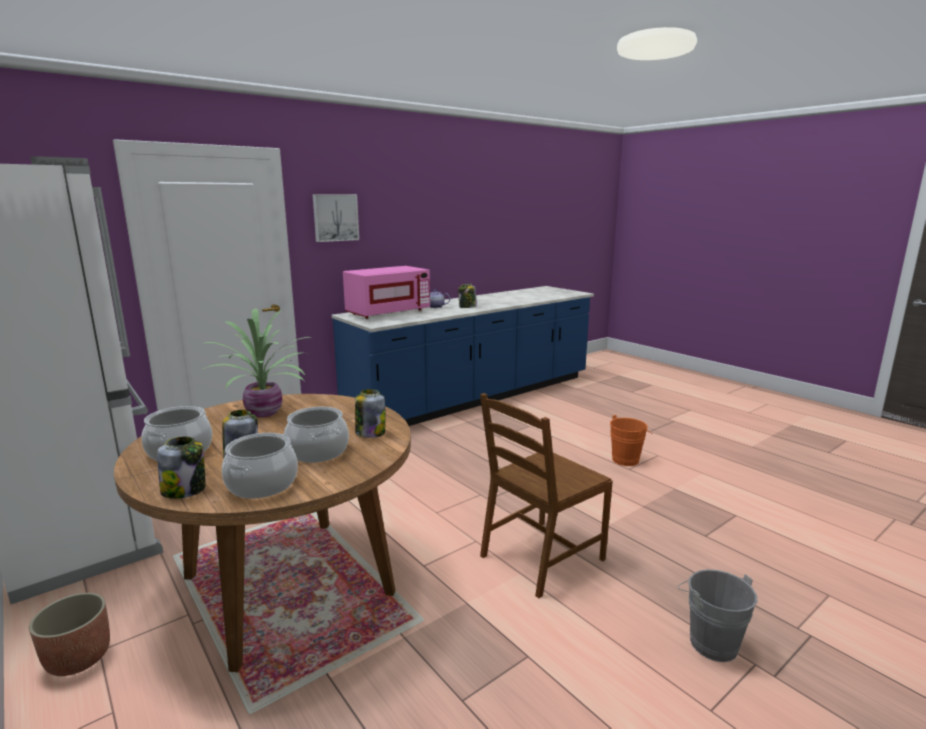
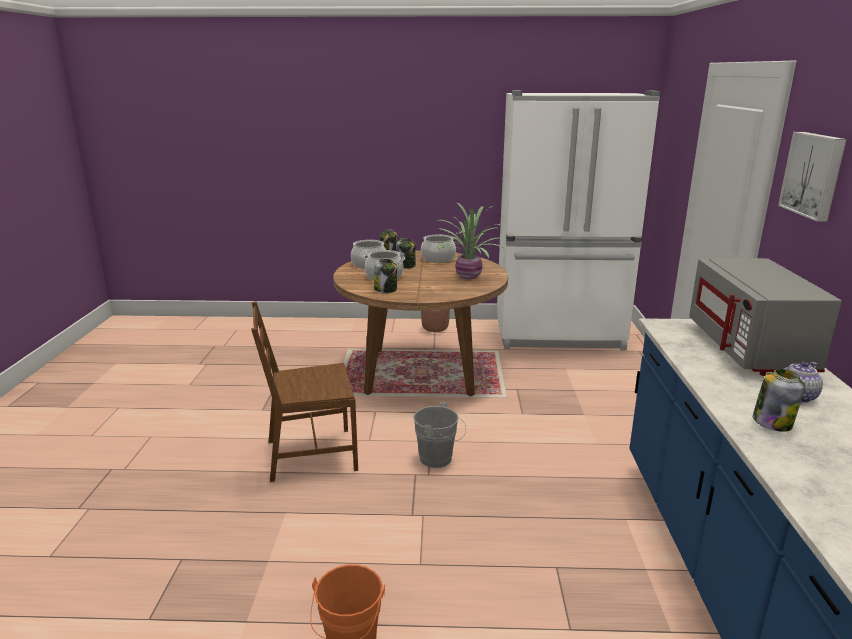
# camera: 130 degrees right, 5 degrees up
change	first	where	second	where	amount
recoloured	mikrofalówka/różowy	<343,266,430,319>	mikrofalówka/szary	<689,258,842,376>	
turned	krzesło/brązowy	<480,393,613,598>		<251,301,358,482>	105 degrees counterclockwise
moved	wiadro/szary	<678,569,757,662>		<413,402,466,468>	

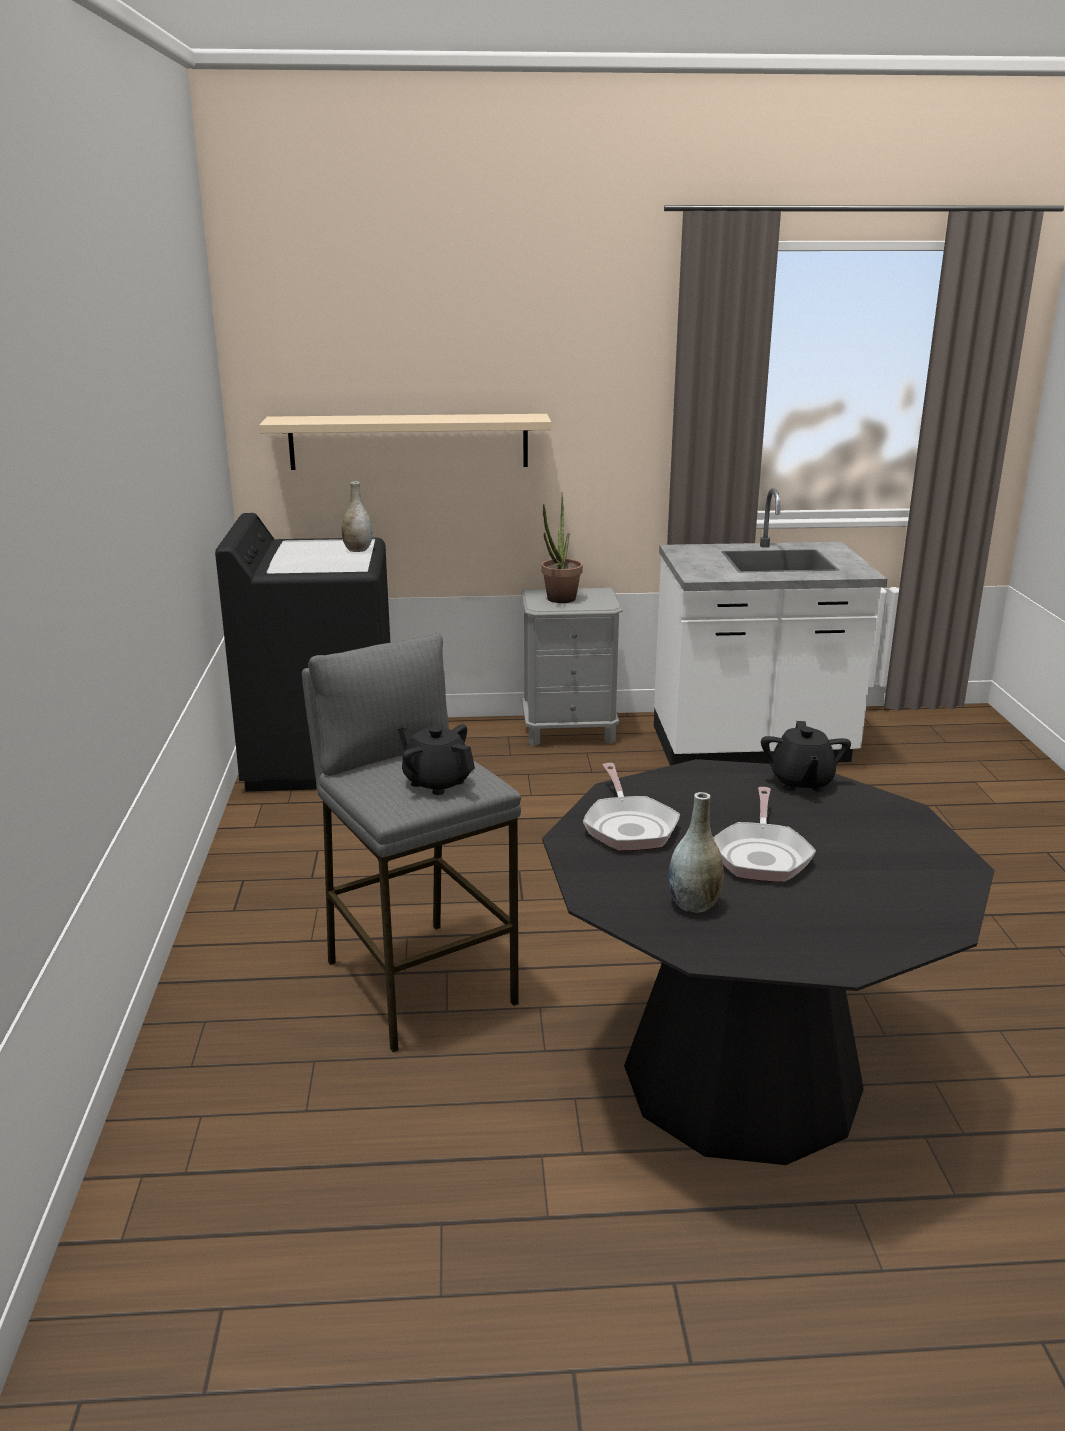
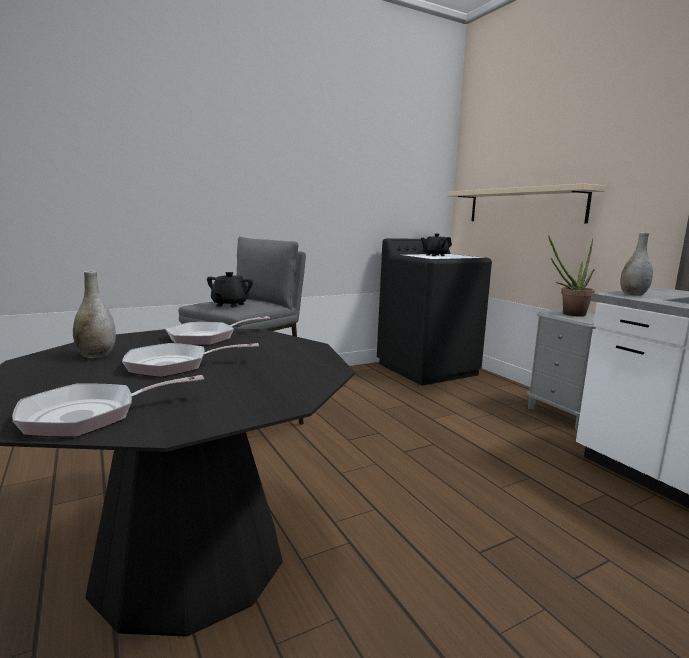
# camera: 65 degrees right, 10 degrees down
change	first	where	second	where	amount
moved	wazon/szary	<342,481,372,552>		<620,233,653,296>	
moved	imbryk/czarny	<761,721,851,792>		<421,233,452,256>	
added			patelnia	<12,375,204,437>	

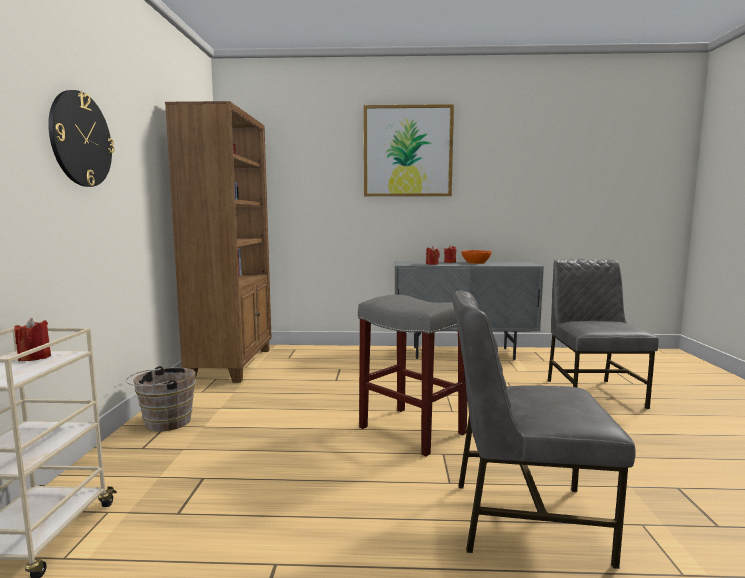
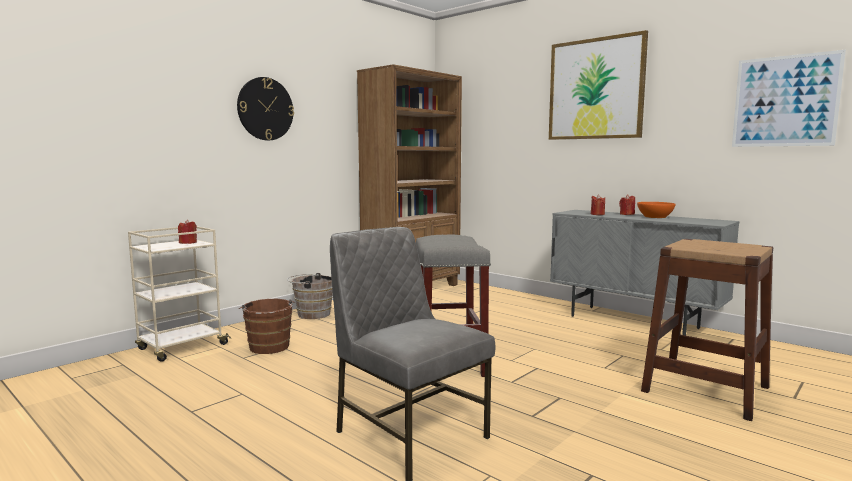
# camera: 40 degrees right, 0 degrees up
change	first	where	second	where	amount
replaced	krzesło/szary	<547,259,659,409>	stołek/brązowy	<641,239,773,421>	
added			obraz	<732,50,846,147>	
added			wiadro/brązowy	<239,299,295,354>	

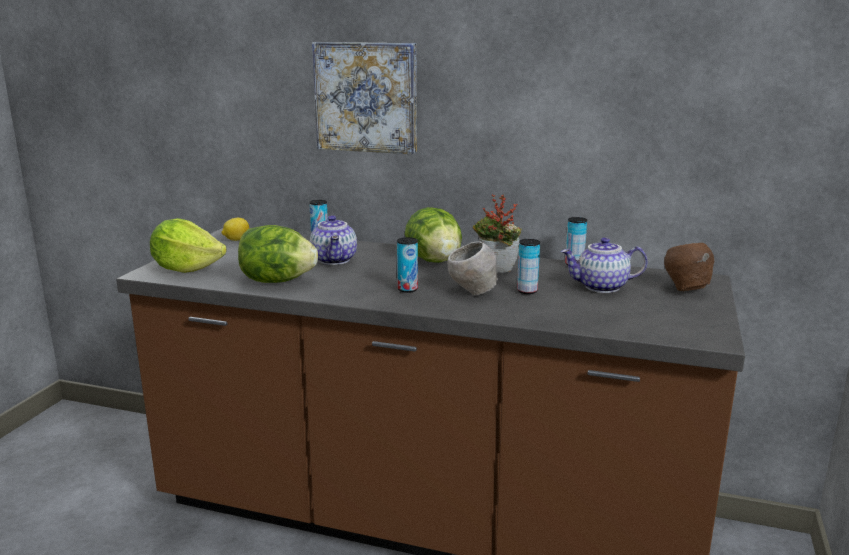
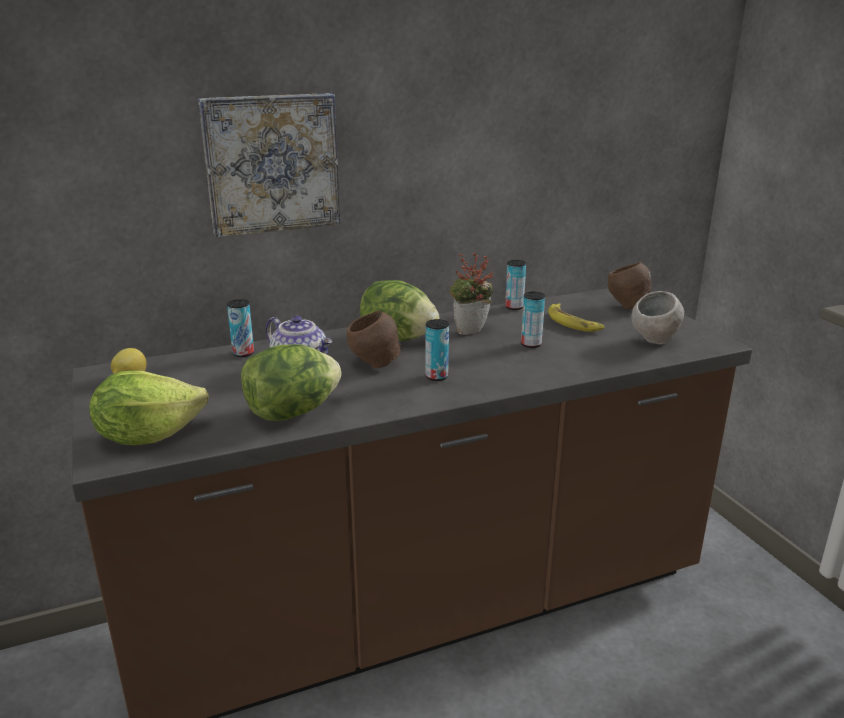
# camera: 40 degrees left, 5 degrees up
change	first	where	second	where	amount
replaced	imbryk	<561,237,647,293>	banan	<548,303,605,332>	
moved	miska/szary	<447,241,499,295>		<631,291,684,344>	
added			miska/brązowy	<347,311,401,369>	

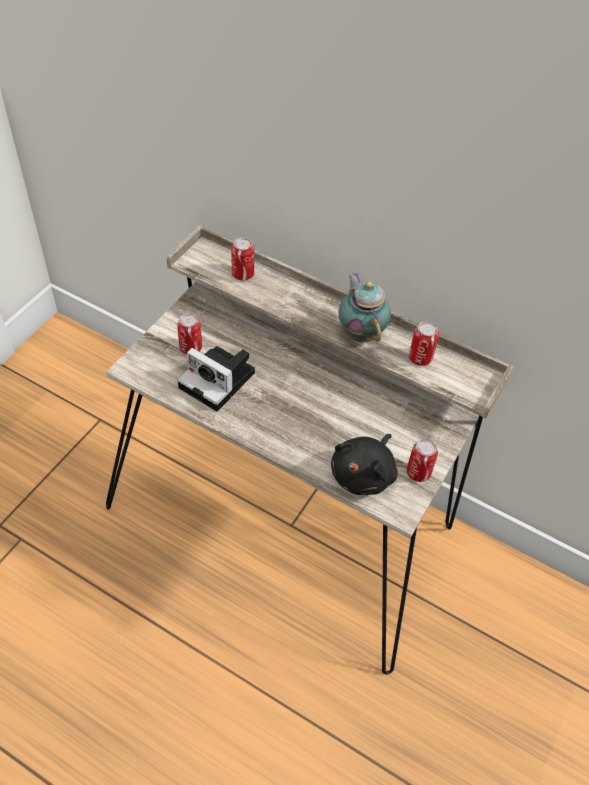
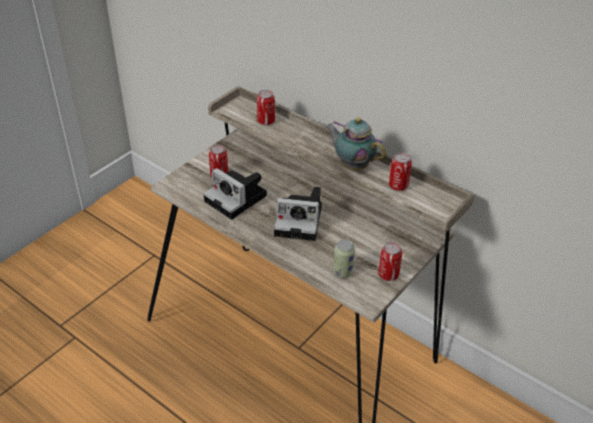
# camera: 10 degrees right, 10 degrees down
change	first	where	second	where	amount
turned	imbryk	<339,273,391,342>		<326,118,386,170>	45 degrees counterclockwise
replaced	pluszak/czarny	<331,434,398,495>	puszka	<333,239,355,278>	
added			aparat fotograficzny	<274,187,322,241>	

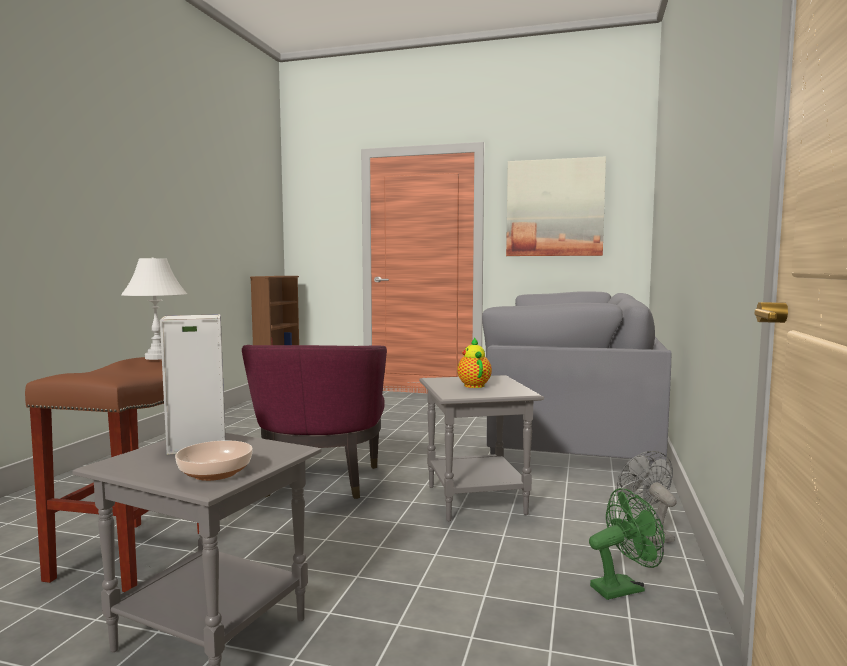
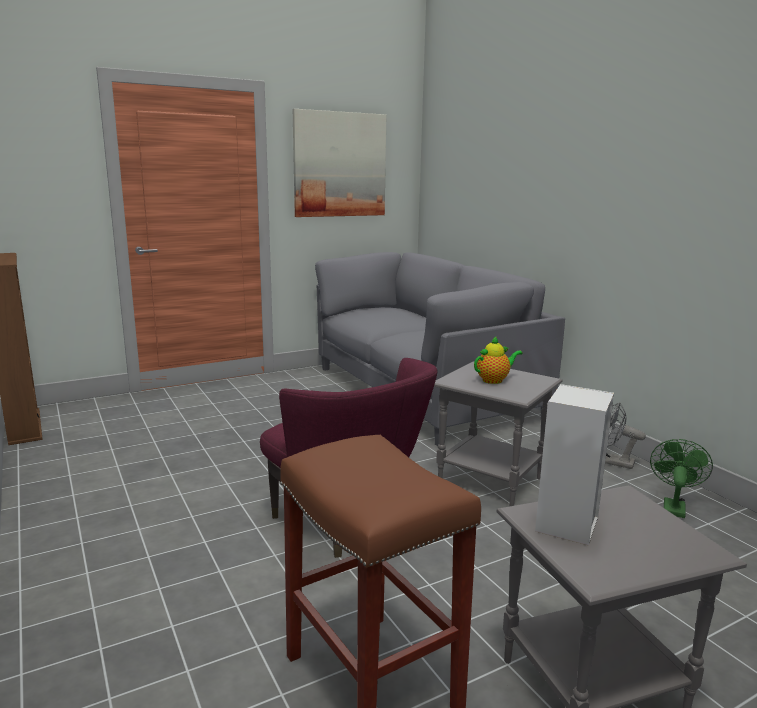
# camera: 45 degrees left, 10 degrees up
change	first	where	second	where	amount
removed	lampa stołowa/biały	<121,258,187,360>			
turned	imbryk	<457,337,492,388>		<474,336,523,384>	120 degrees clockwise
removed	miska	<175,440,253,481>			

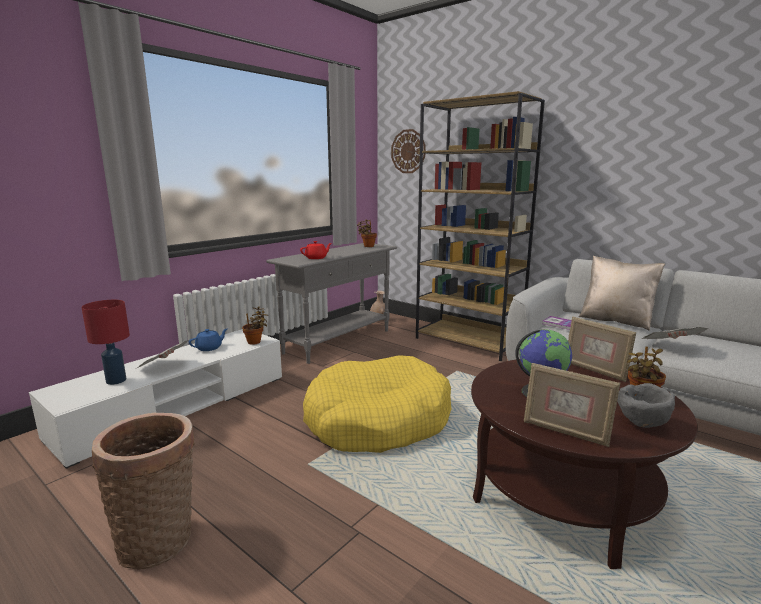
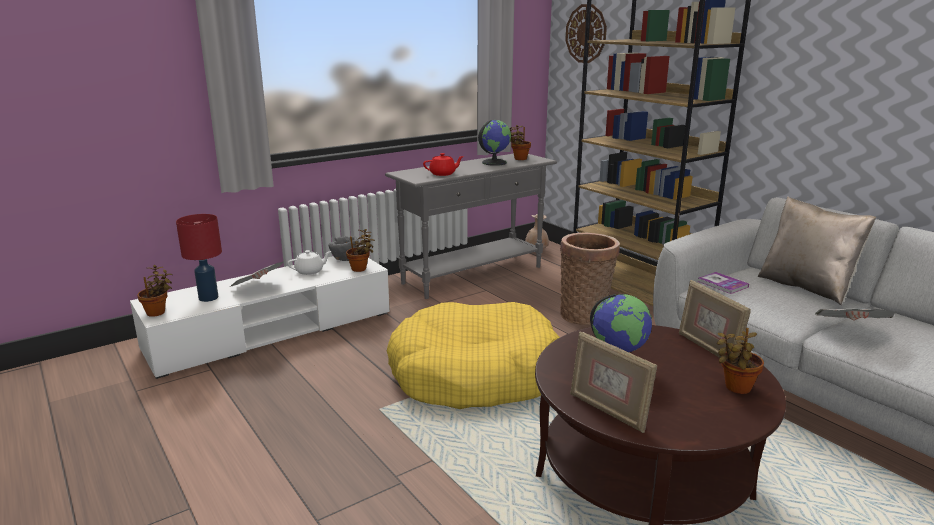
# camera: 15 degrees right, 5 degrees up
change	first	where	second	where	amount
recoloured	imbryk/niebieski	<189,328,228,351>	imbryk/biały	<287,250,331,275>	
moved	miska/szary	<617,383,675,428>		<329,236,360,261>	
moved	koszyk	<92,413,195,570>		<560,233,620,325>	
added			globus	<478,120,511,166>	
added			roślina doniczkowa	<137,265,173,317>	

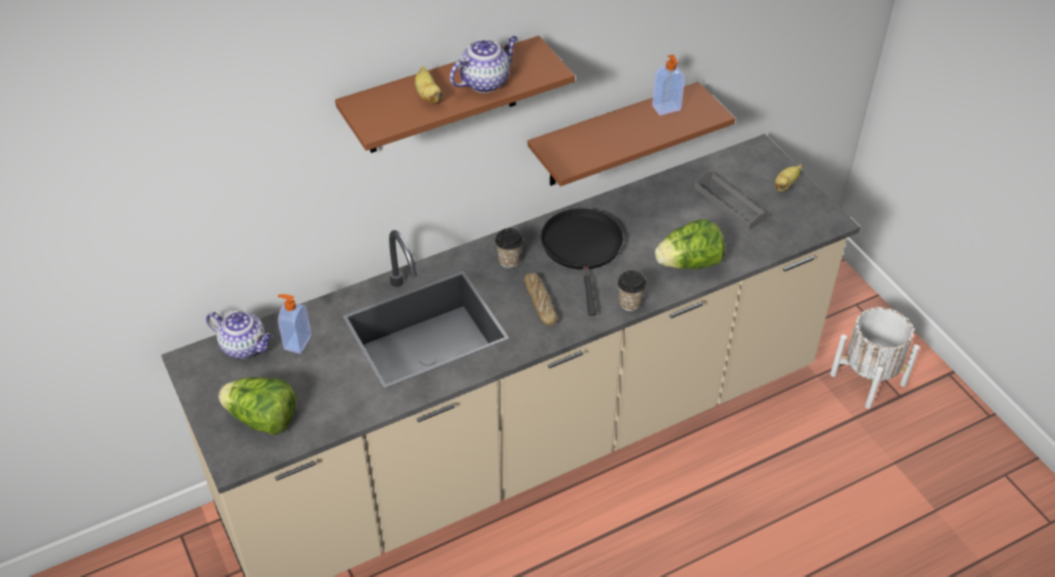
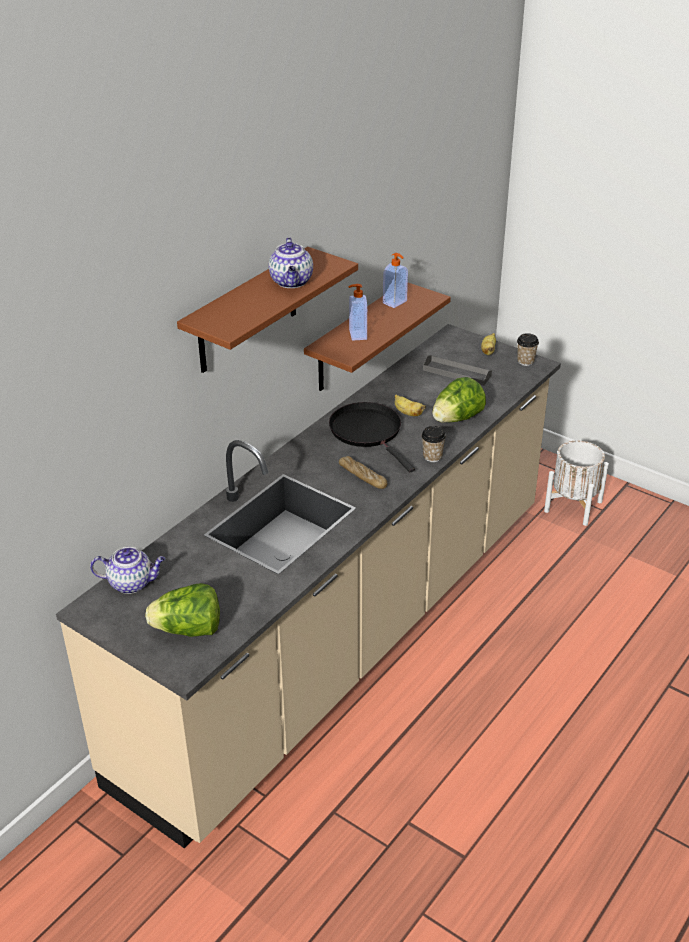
# camera: 25 degrees left, 10 degrees down
change	first	where	second	where	amount
turned	imbryk	<450,36,518,93>		<269,237,313,288>	150 degrees clockwise
moved	banan	<415,66,442,103>		<395,395,426,416>	
moved	filiżanka	<495,228,523,268>		<517,333,539,366>	
moved	dozownik mydła	<277,294,312,354>		<348,284,367,341>	

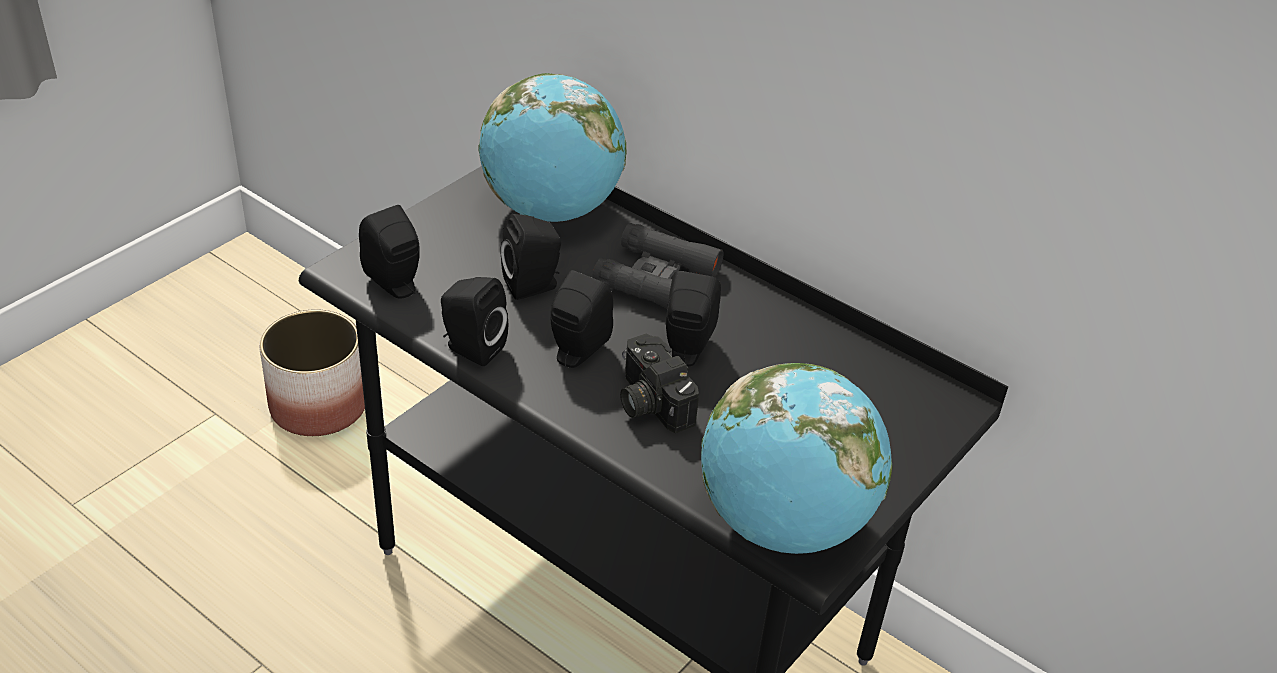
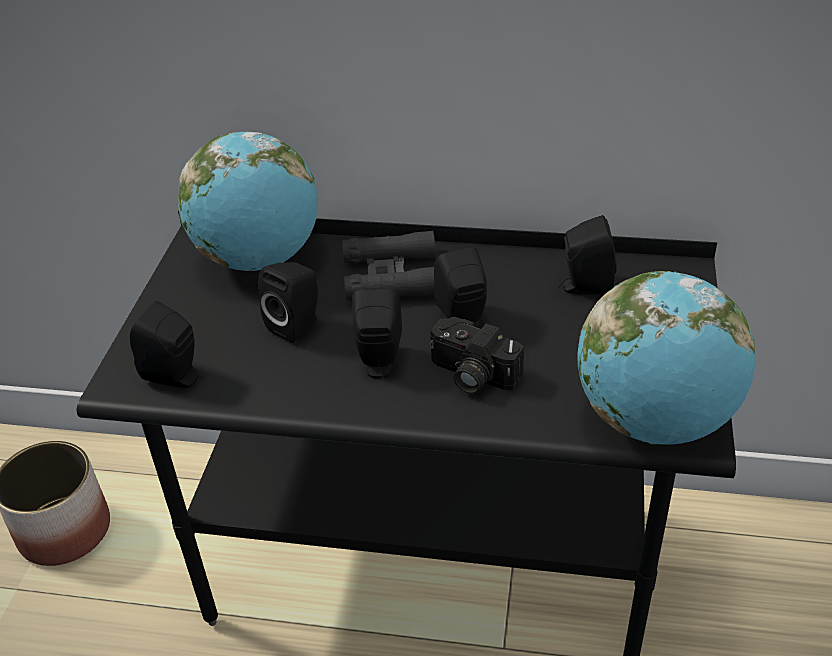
# camera: 25 degrees left, 0 degrees up
change	first	where	second	where	amount
moved	głośnik/czarny	<441,277,508,366>		<559,215,617,295>	

